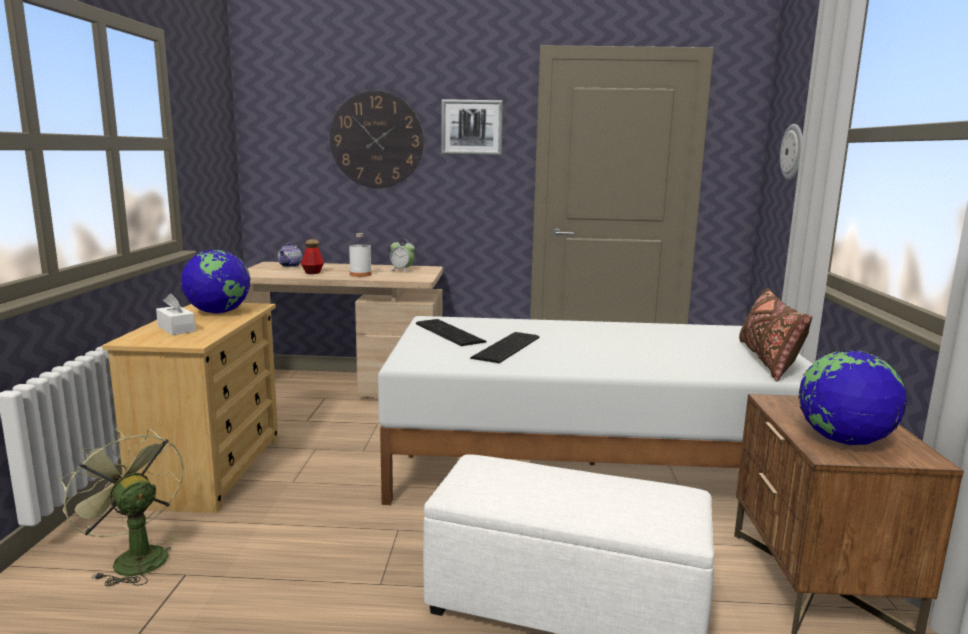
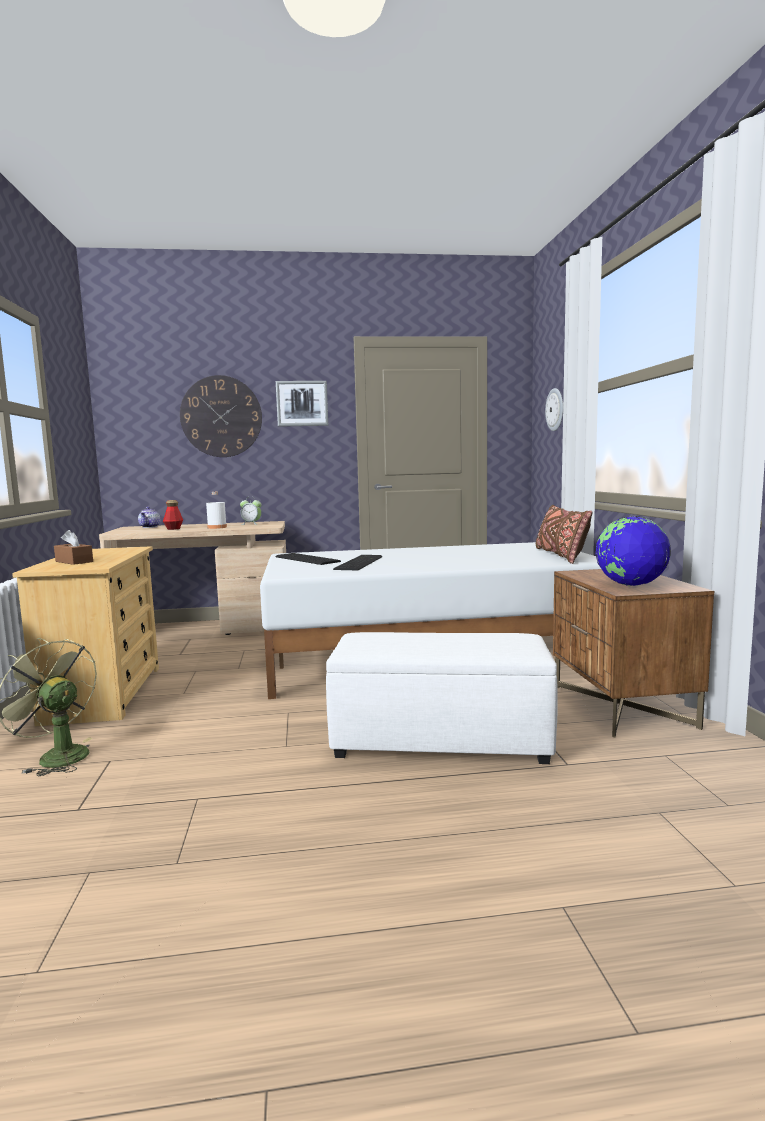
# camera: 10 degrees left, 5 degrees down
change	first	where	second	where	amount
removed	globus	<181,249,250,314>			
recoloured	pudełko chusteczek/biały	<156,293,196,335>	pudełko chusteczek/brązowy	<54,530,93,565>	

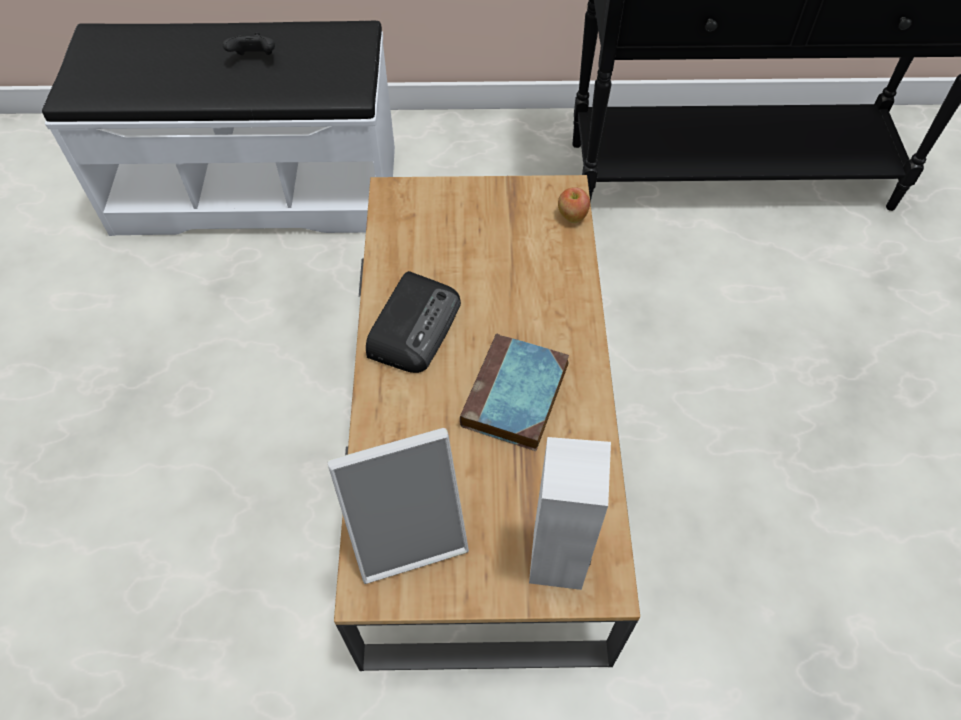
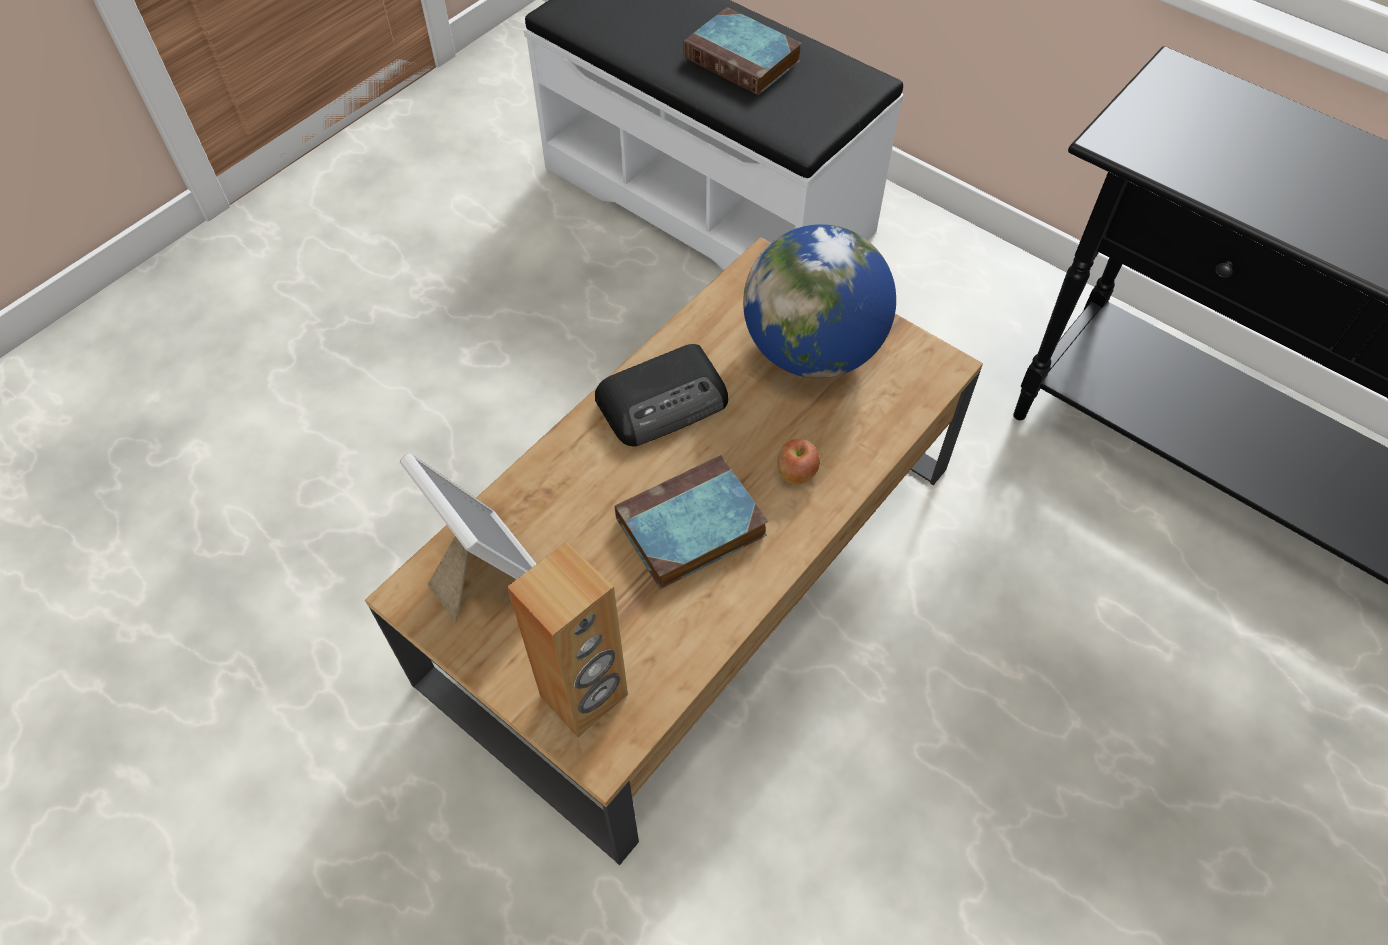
# camera: 40 degrees right, 0 degrees up
change	first	where	second	where	amount
replaced	pad do gier/czarny	<223,32,275,55>	książka	<683,7,802,95>	
moved	jabłko	<558,187,590,223>		<778,439,820,485>	
turned	ramka na zdjęcie	<327,428,469,584>		<400,454,536,623>	150 degrees counterclockwise
recoloured	głośnik/biały	<529,437,611,590>	głośnik/brązowy	<507,542,628,737>	
added			globus	<743,224,896,378>	

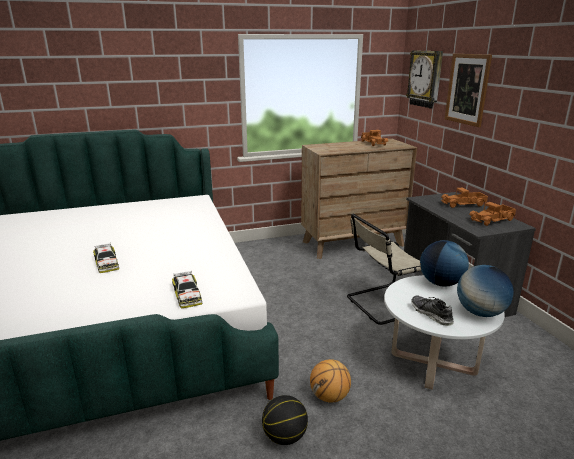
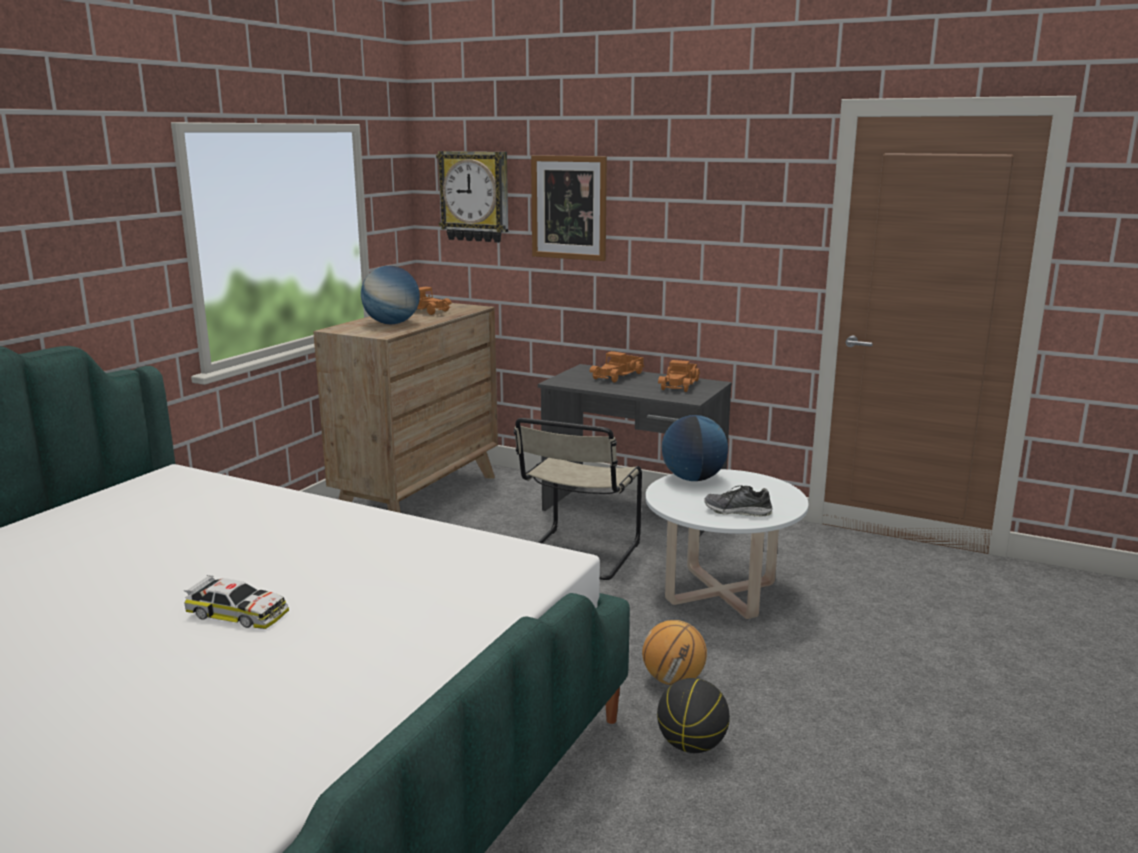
# camera: 45 degrees left, 5 degrees down
change	first	where	second	where	amount
moved	globus	<457,265,514,317>		<361,266,420,324>	
removed	samochodzik	<172,271,202,308>			

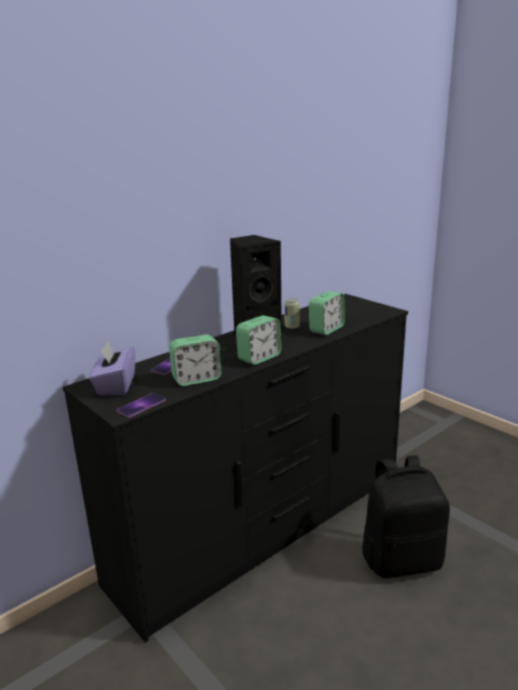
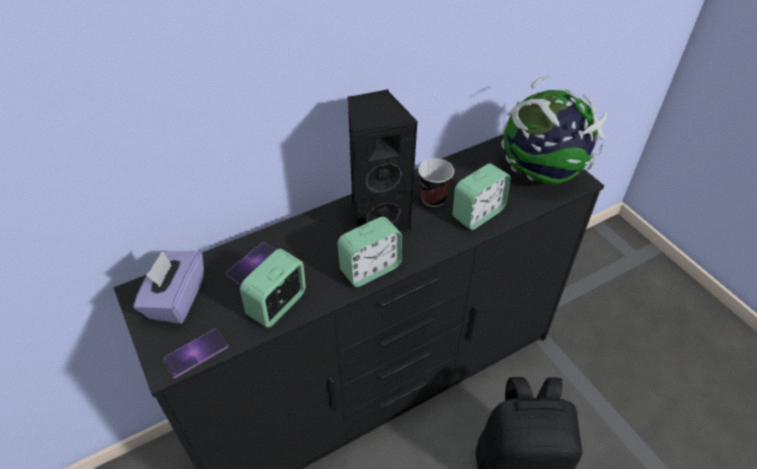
# camera: 10 degrees right, 25 degrees up
change	first	where	second	where	amount
replaced	puszka	<284,298,300,329>	filiżanka	<418,158,454,207>	
turned	budzik	<169,334,222,386>		<240,249,306,328>	135 degrees clockwise
added			globus	<501,75,607,184>	

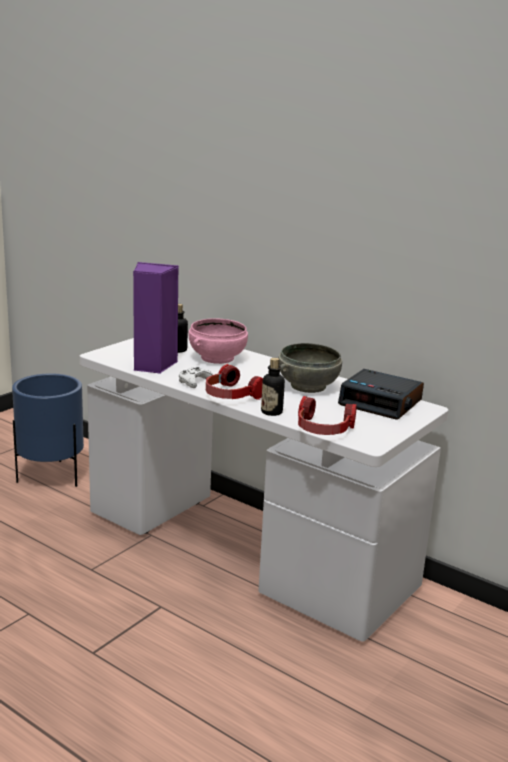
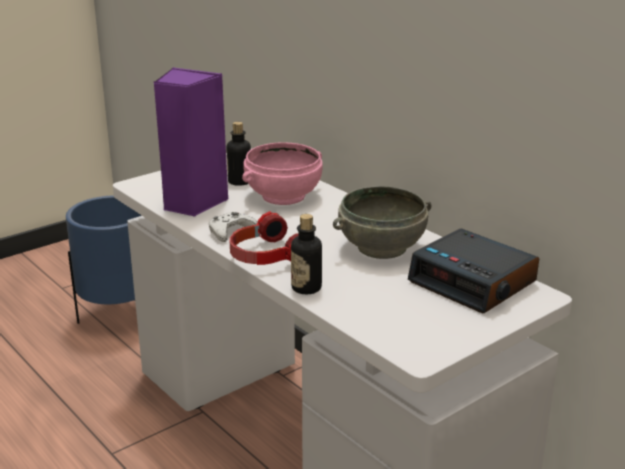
# camera: 15 degrees right, 5 degrees up
change	first	where	second	where	amount
removed	słuchawki	<298,396,357,435>			

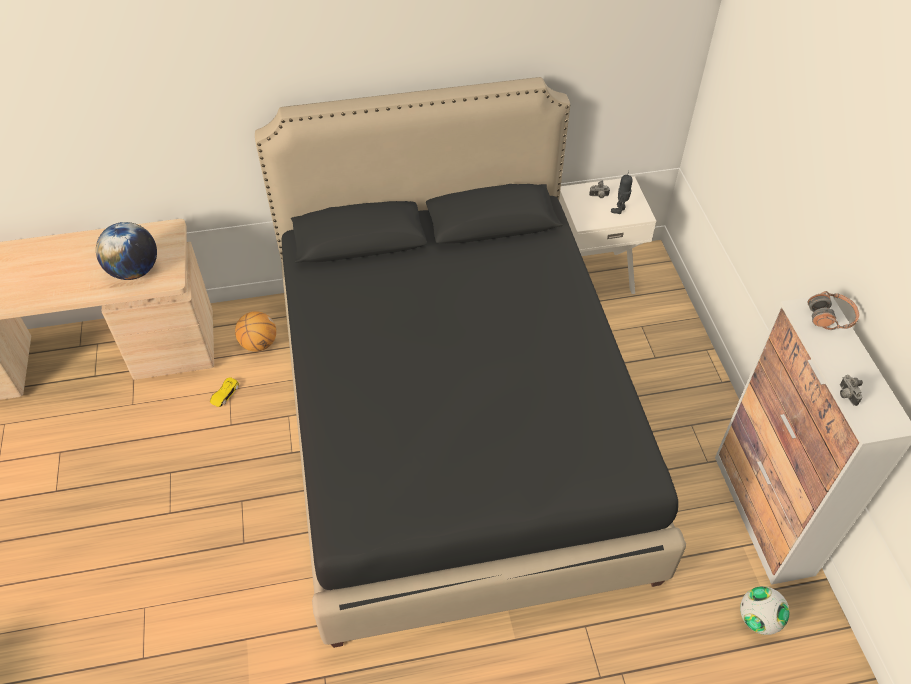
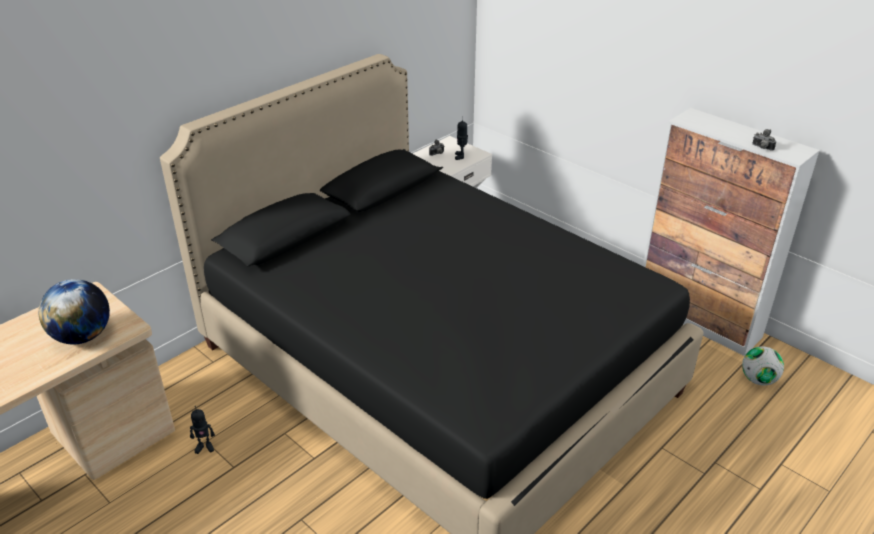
# camera: 35 degrees left, 15 degrees down
change	first	where	second	where	amount
removed	słuchawki	<808,291,859,330>			
removed	piłka do koszykówki	<235,311,276,352>			
replaced	samochodzik/żółty	<210,377,239,407>	robot zabawkowy	<190,406,215,454>	

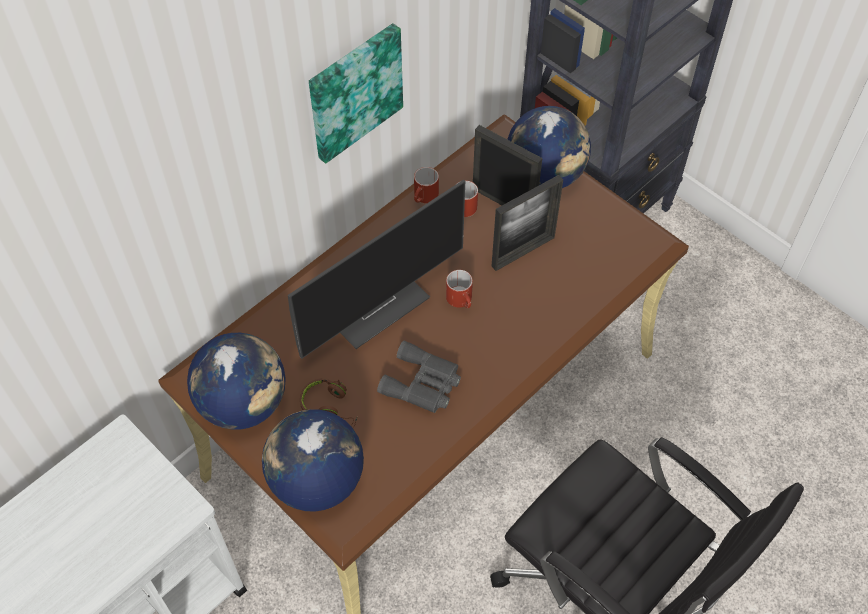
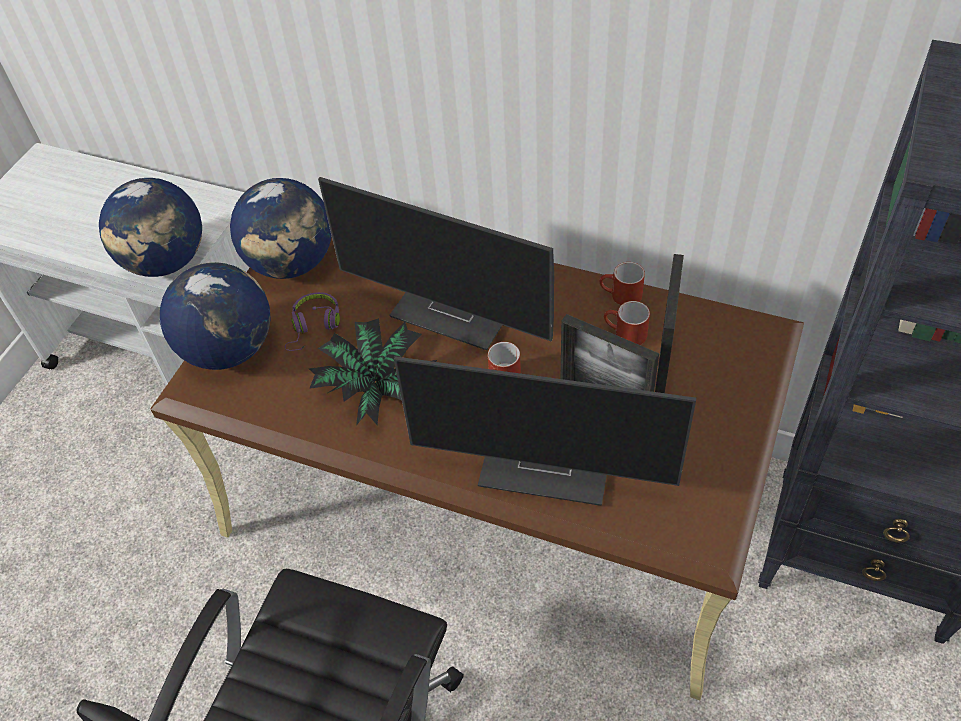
# camera: 70 degrees right, 5 degrees down
change	first	where	second	where	amount
removed	obraz	<309,23,403,164>			
moved	globus	<507,106,591,188>		<99,178,202,277>	
replaced	lornetka/szary	<377,341,461,413>	roślina doniczkowa	<309,318,437,425>	
recoloured	słuchawki/brązowy	<300,378,357,429>	słuchawki/fioletowy	<285,292,340,351>	
added			monitor	<394,356,696,506>	

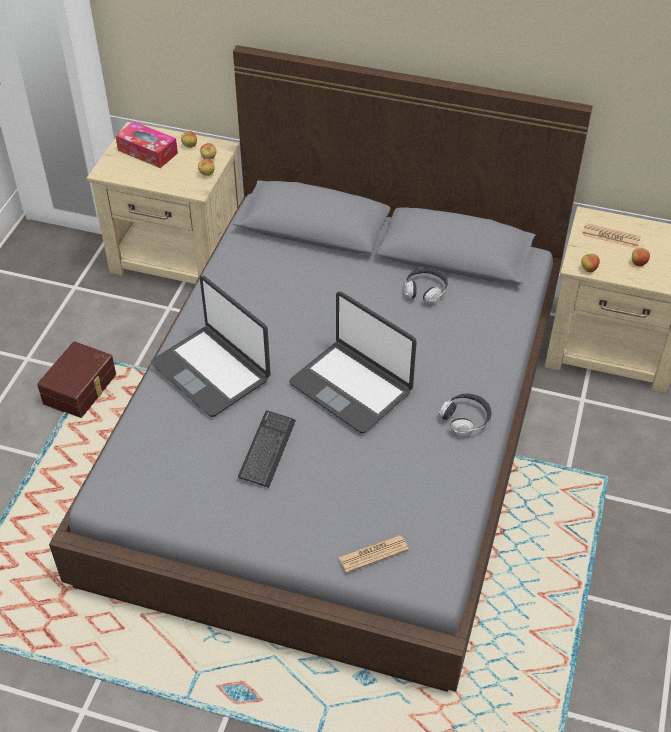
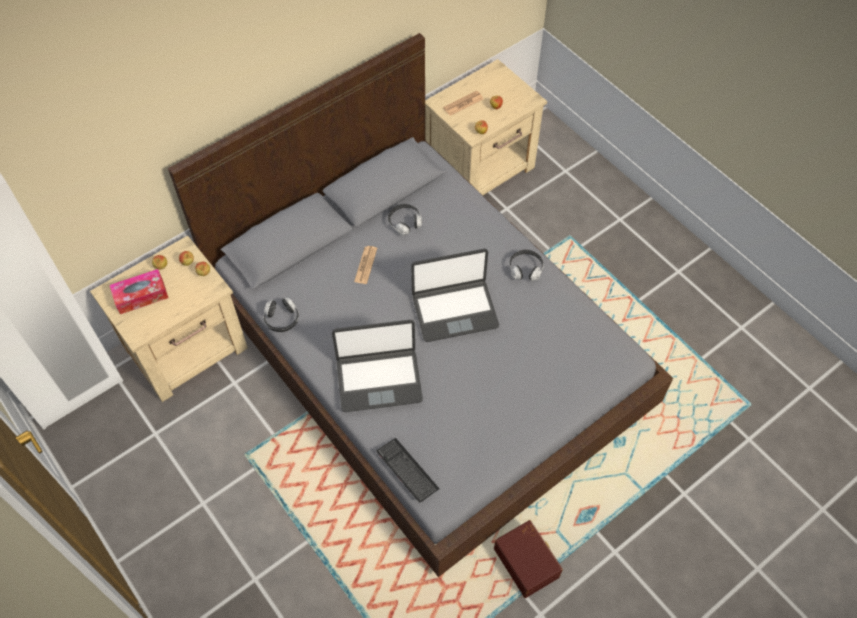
# camera: 55 degrees left, 10 degrees up
change	first	where	second	where	amount
moved	pojemnik do przechowywania/brązowy	<37,341,116,418>		<494,520,563,598>	
moved	klawiatura	<238,411,296,488>		<376,438,440,502>	
moved	gazeta	<338,535,409,573>		<354,246,377,284>	
added			słuchawki	<263,298,299,332>	

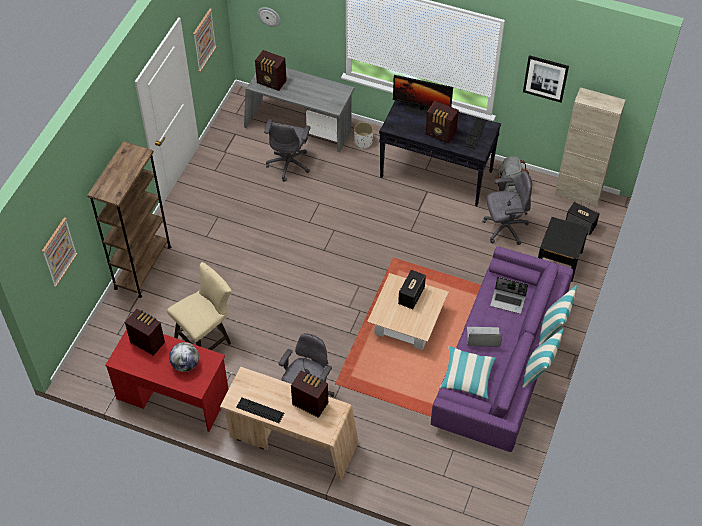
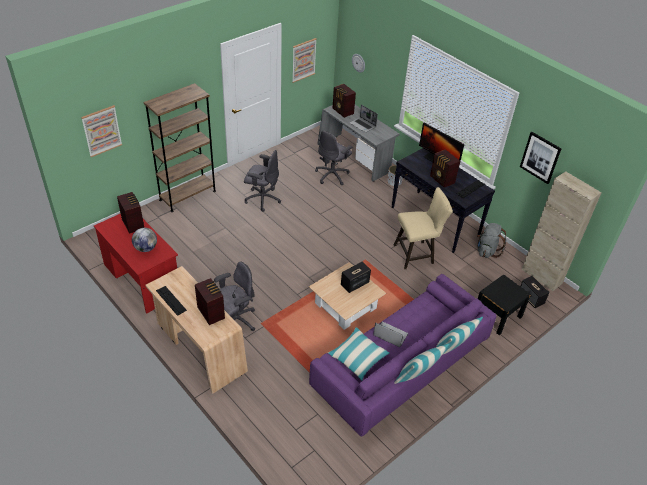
# camera: 25 degrees right, 10 degrees down
change	first	where	second	where	amount
moved	krzesło biurowe/szary	<482,171,532,245>		<244,150,281,212>	
moved	stołek/beżowy	<167,262,232,350>		<394,187,453,269>	
moved	laptop	<490,277,528,314>		<350,105,378,133>	

